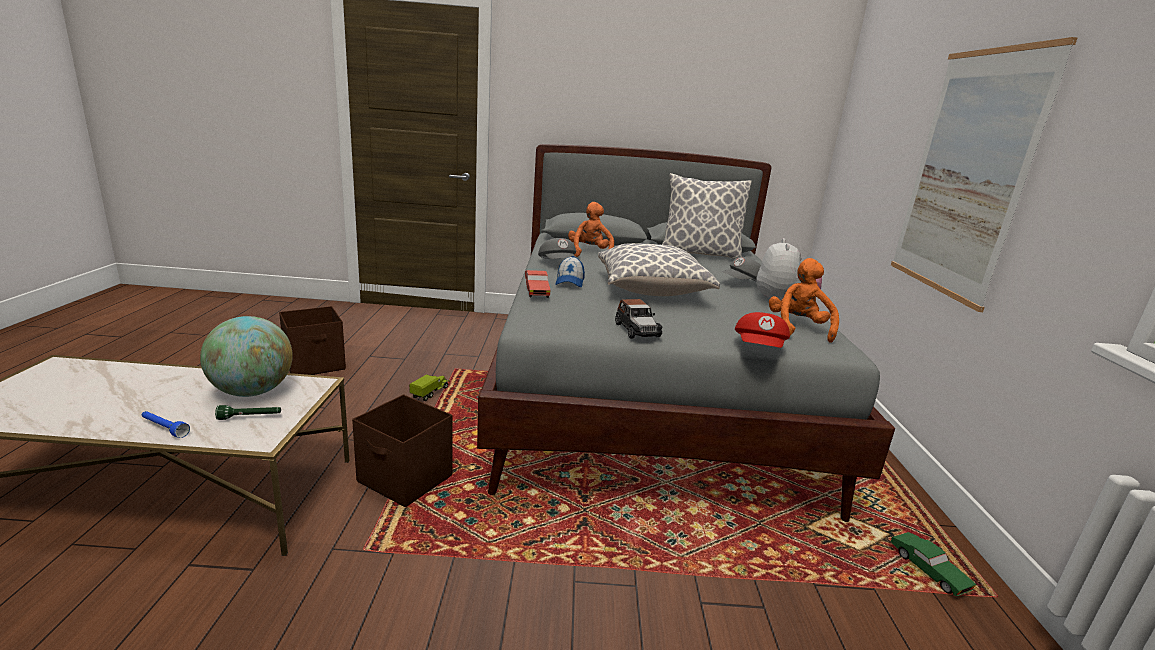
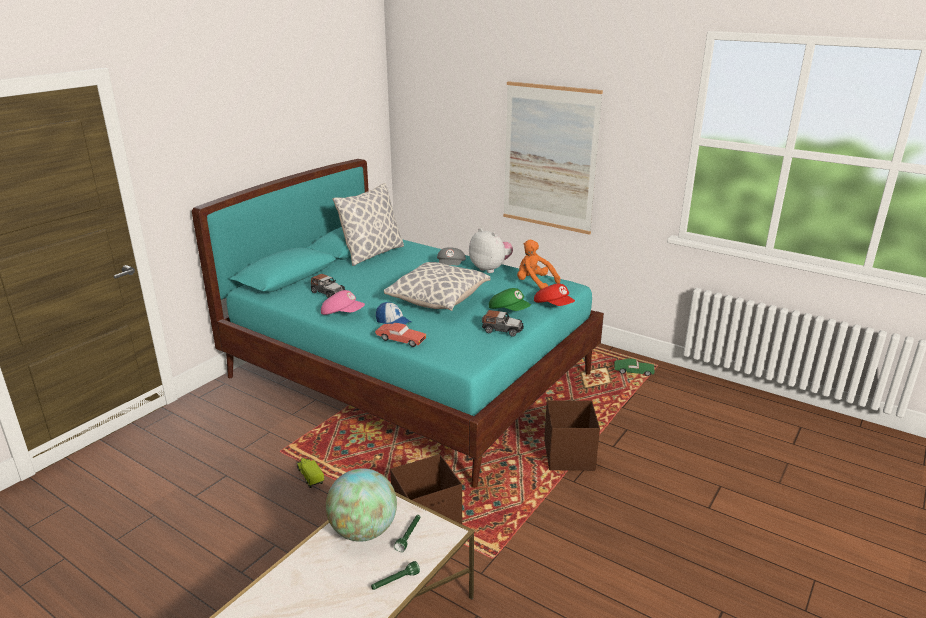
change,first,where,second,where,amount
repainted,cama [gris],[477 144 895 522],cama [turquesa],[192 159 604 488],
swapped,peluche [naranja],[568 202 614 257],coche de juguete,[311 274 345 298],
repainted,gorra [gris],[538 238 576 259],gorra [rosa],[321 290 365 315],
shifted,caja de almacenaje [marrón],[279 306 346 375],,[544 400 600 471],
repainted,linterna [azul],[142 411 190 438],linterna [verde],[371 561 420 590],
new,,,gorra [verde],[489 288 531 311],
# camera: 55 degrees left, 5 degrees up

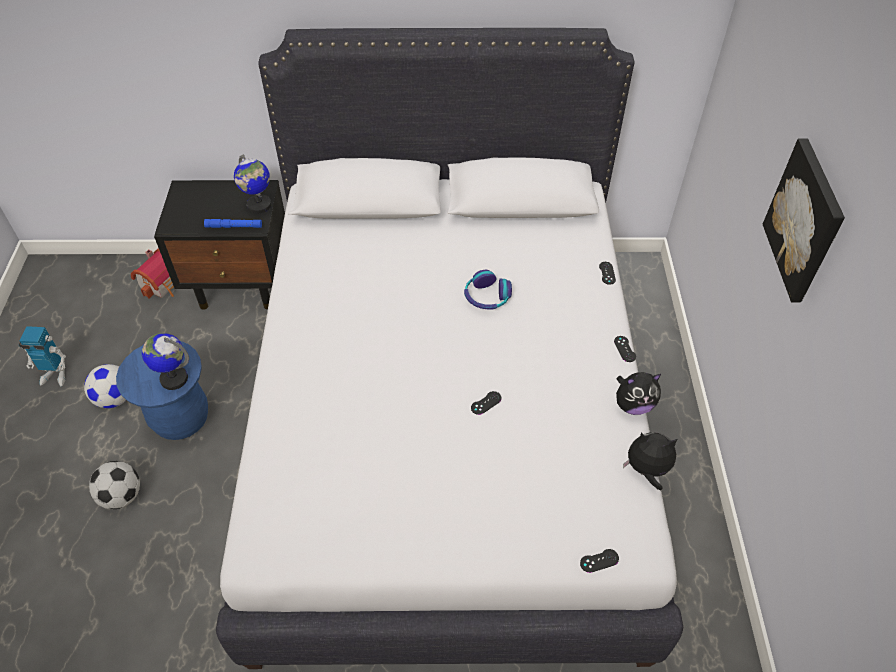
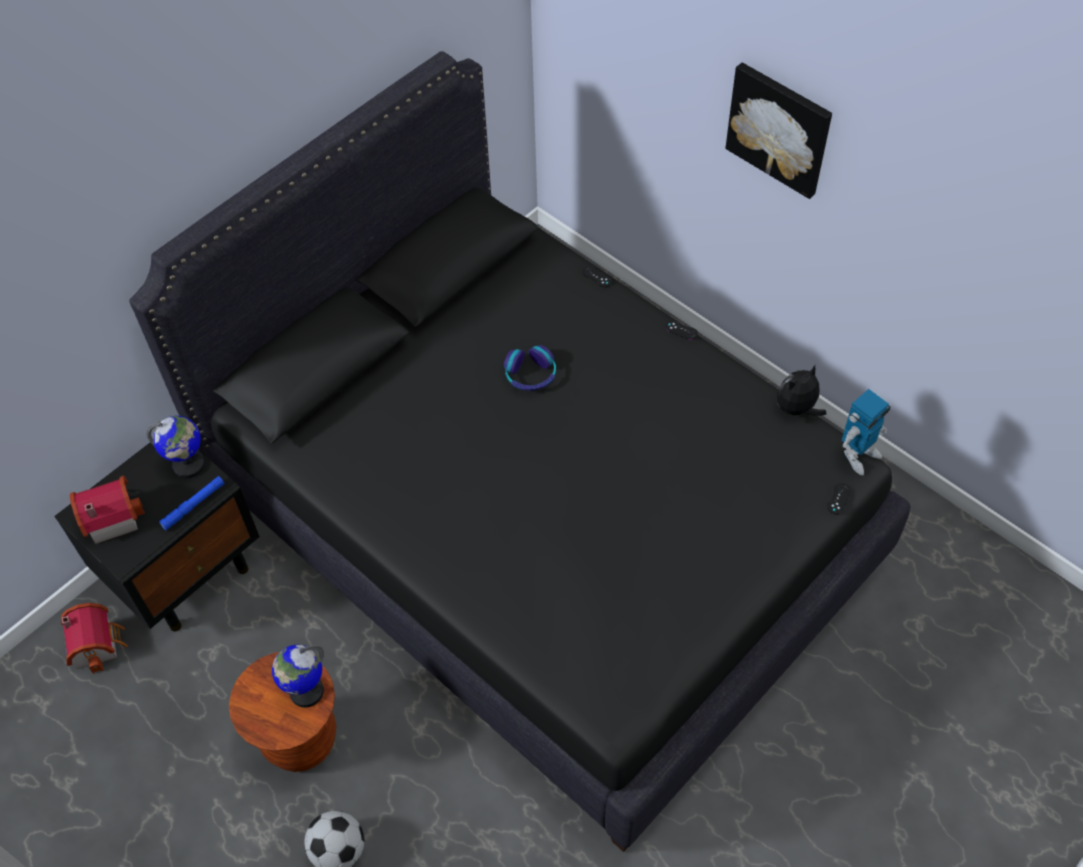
change,first,where,second,where,amount
repainted,cama [blanco],[216 28 683 669],cama [negro],[129 51 911 852],
shifted,robot de juguete,[19 326 66 386],,[842 389 891 475],
repainted,taburete [azul],[116 341 208 440],taburete [marrón],[229 652 336 772],
gone,balón de fútbol,[84 364 126 408],,,
gone,peluche,[616 372 661 415],,,
gone,mando de consola [negro],[471 391 502 415],,,
new,,,casita,[69 476 145 544],
# camera: 45 degrees left, 5 degrees up

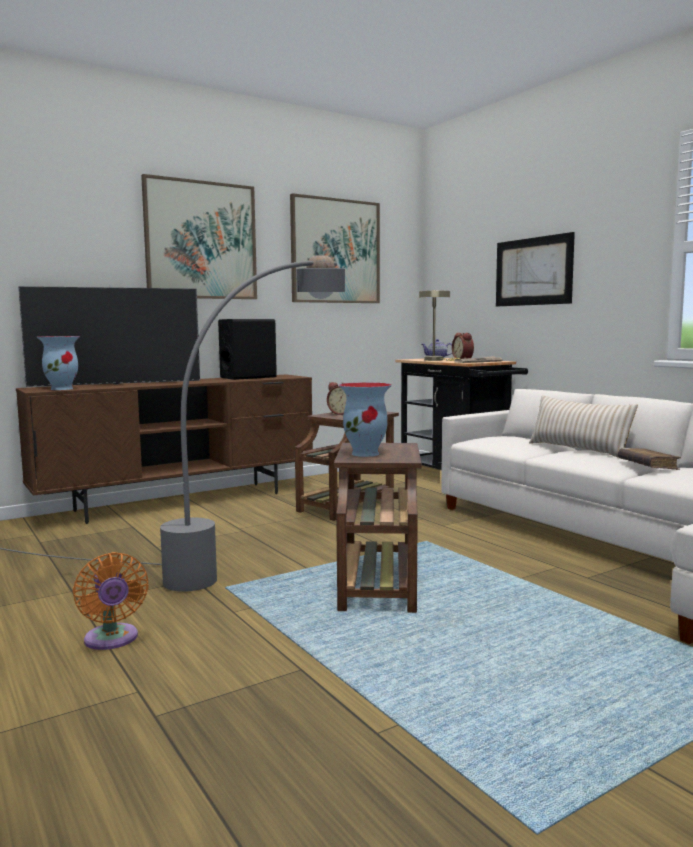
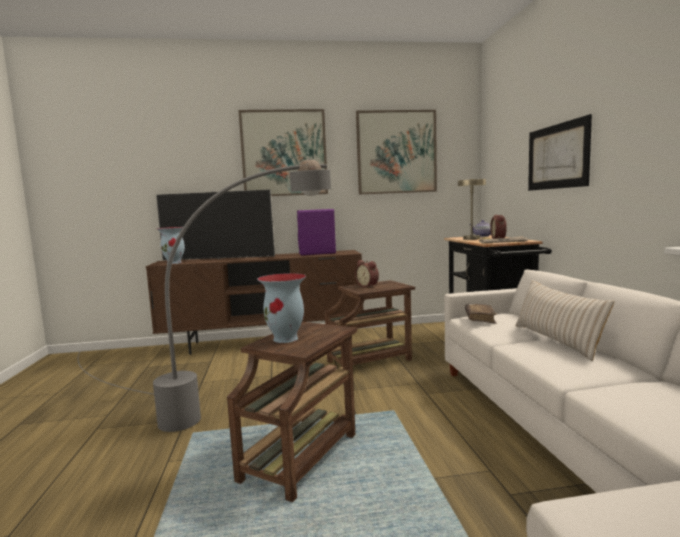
change,first,where,second,where,amount
repainted,altavoz [negro],[218 319 277 380],altavoz [morado],[297 209 336 255],
shifted,libro [marrón],[618 448 681 470],,[465 304 497 324],
gone,ventilador [naranja],[73 552 149 650],,,
# camera: 25 degrees right, 0 degrees up

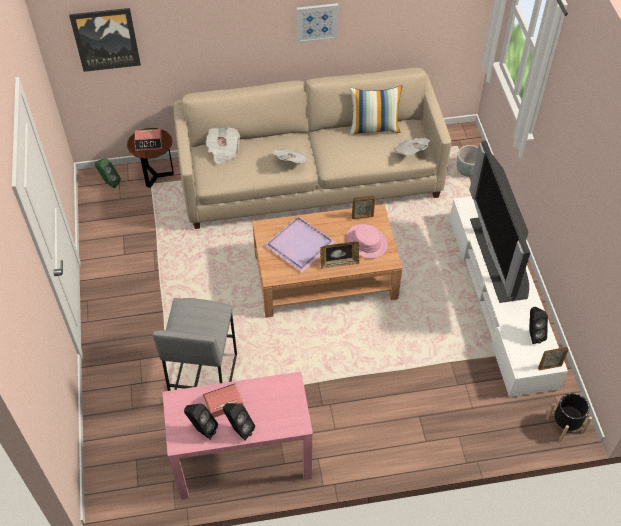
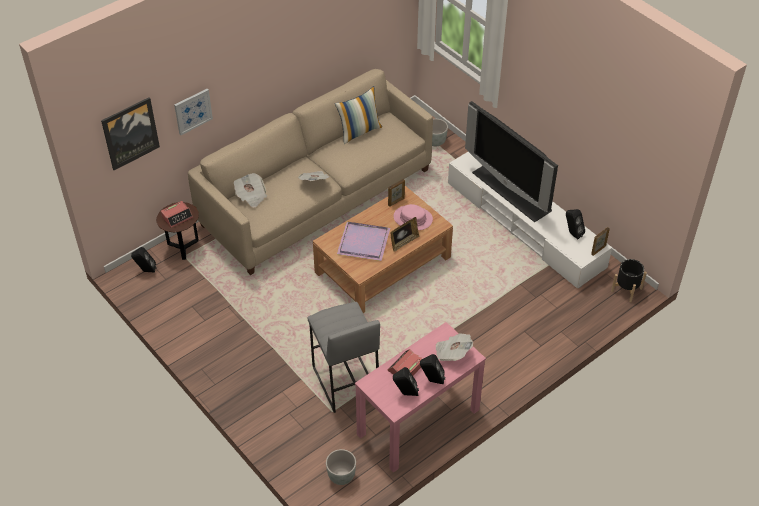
change,first,where,second,where,amount
shifted,cuadro,[296 3 339 43],,[174 89 213 135],
shifted,periódico,[393 138 430 155],,[436 333 473 361],
repainted,altavoz [verde],[95 158 121 188],altavoz [negro],[131 247 157 273],
new,,,maceta [gris],[326 449 356 485],
# camera: 30 degrees left, 5 degrees down

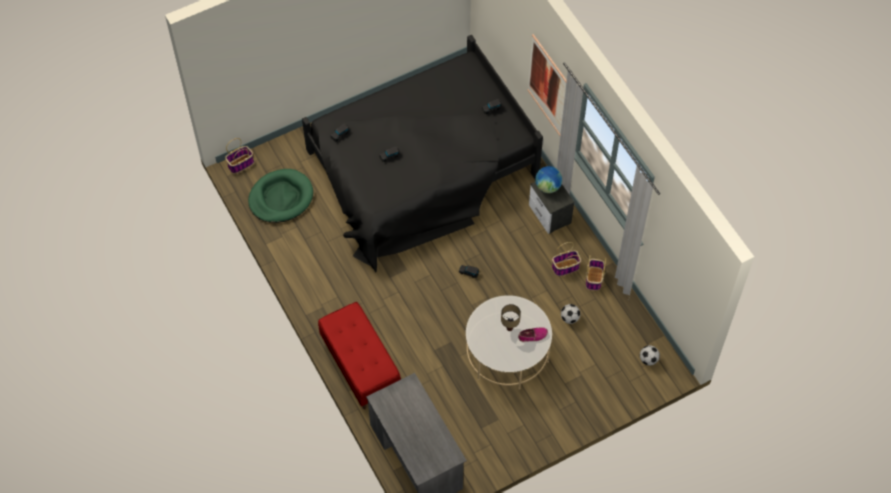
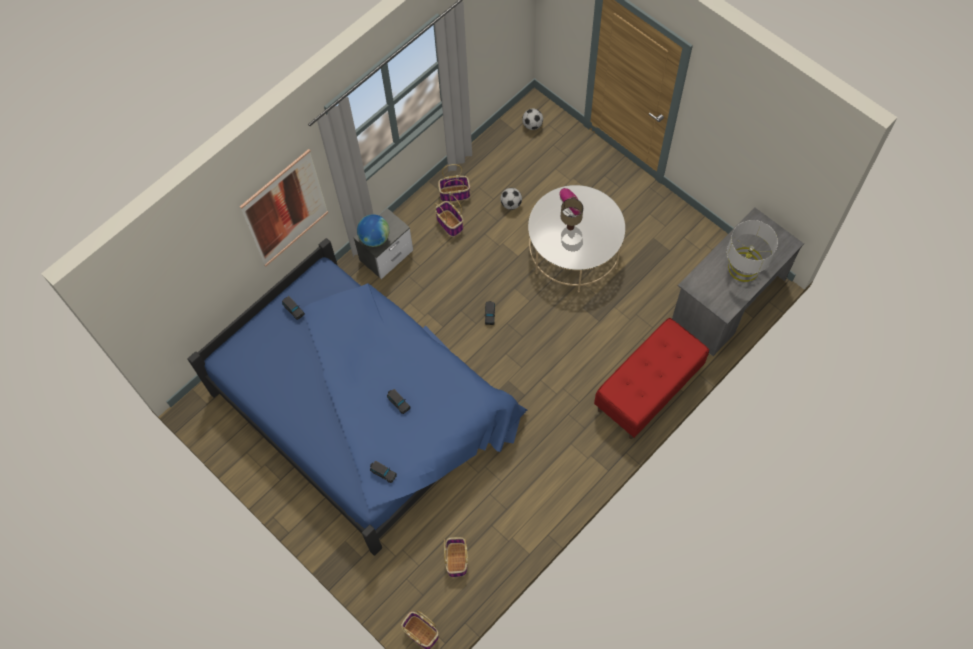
change,first,where,second,where,amount
repainted,cama [negro],[302 35 543 273],cama [azul],[188 238 528 556],
swapped,cama para perro [verde],[248 169 313 223],cesta,[444 537 468 577],
new,,,lámpara de mesa [gris],[727 220 778 282],
# camera: 105 degrees left, 5 degrees up

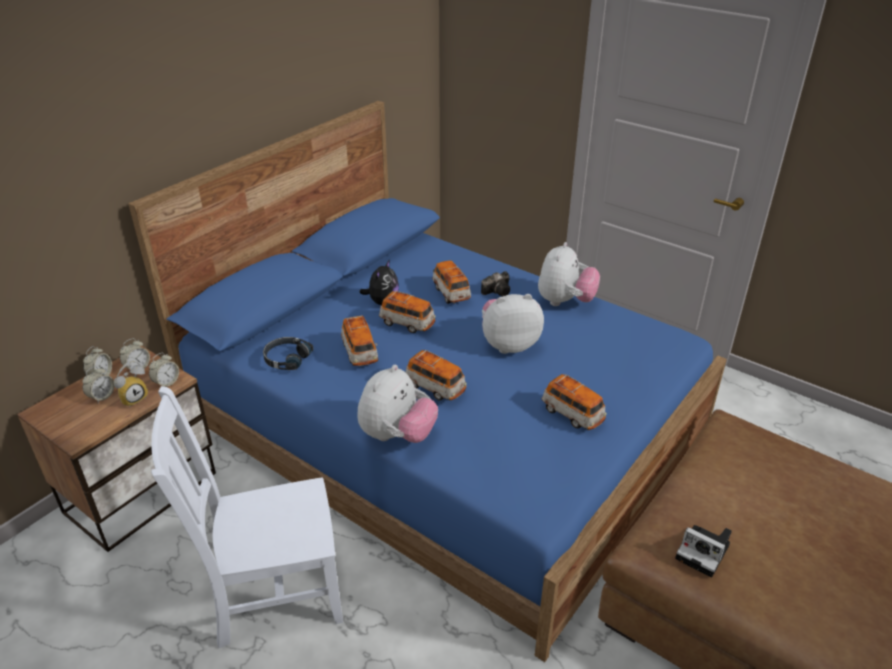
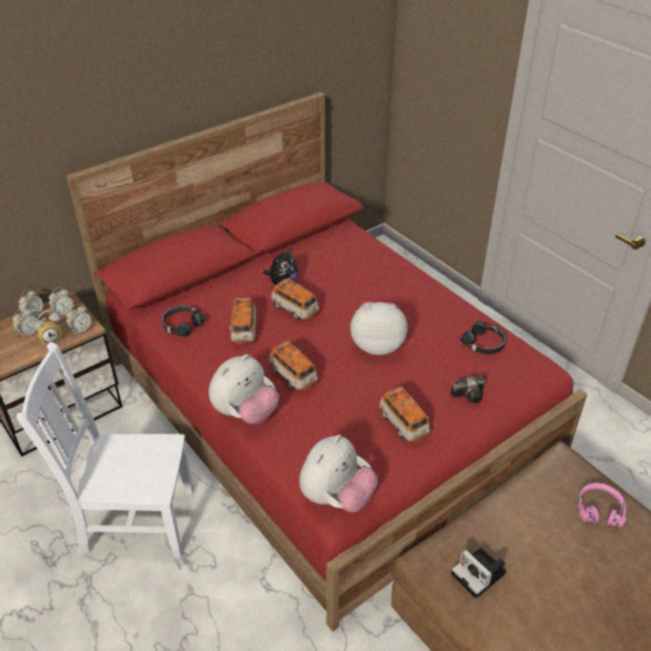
change,first,where,second,where,amount
repainted,cama [azul],[128 101 727 662],cama [rojo],[66 92 587 632],
shifted,peluche,[538 242 600 306],,[299 435 378 513],
gone,coche de juguete,[432 261 471 304],,,
shifted,cámara,[481 271 510 297],,[451 375 485 404],
new,,,auriculares [negro],[461 321 506 354],
new,,,auriculares [rosa],[578 483 626 527],
# camera: 15 degrees right, 5 degrees up

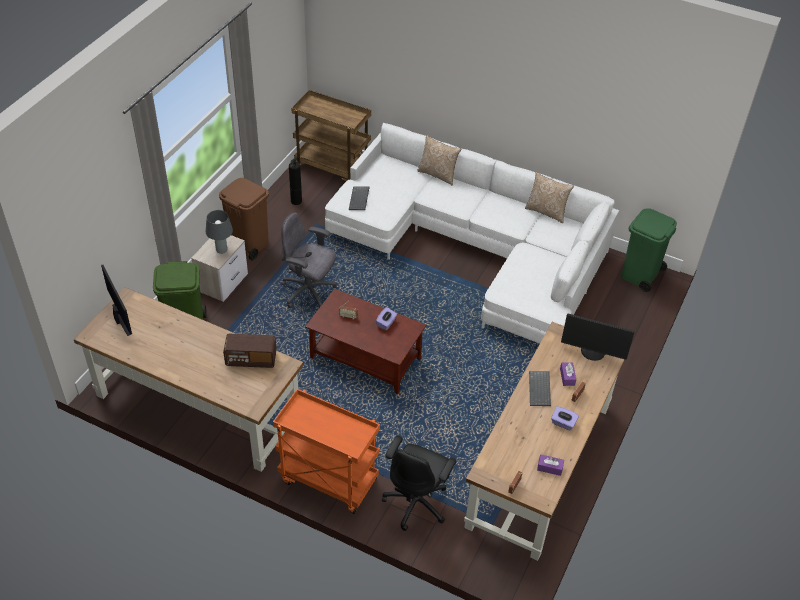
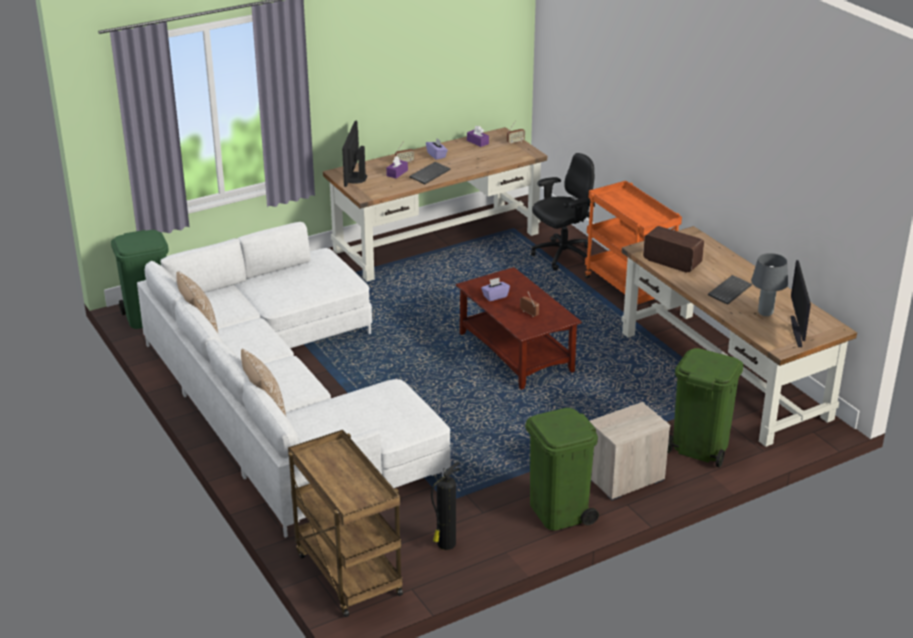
change,first,where,second,where,amount
repainted,papelera [marrón],[219 178 269 260],papelera [verde],[525 408 599 531],
shifted,teclado,[349 186 369 210],,[708 275 752 305],
shifted,lámpara de mesa [gris],[206 210 233 254],,[751 253 788 316],
gone,silla de oficina [gris],[281 212 337 308],,,
rotated,monitor,[561 314 635 361],,[342 120 367 187],135 degrees counterclockwise
# camera: 145 degrees left, 15 degrees down

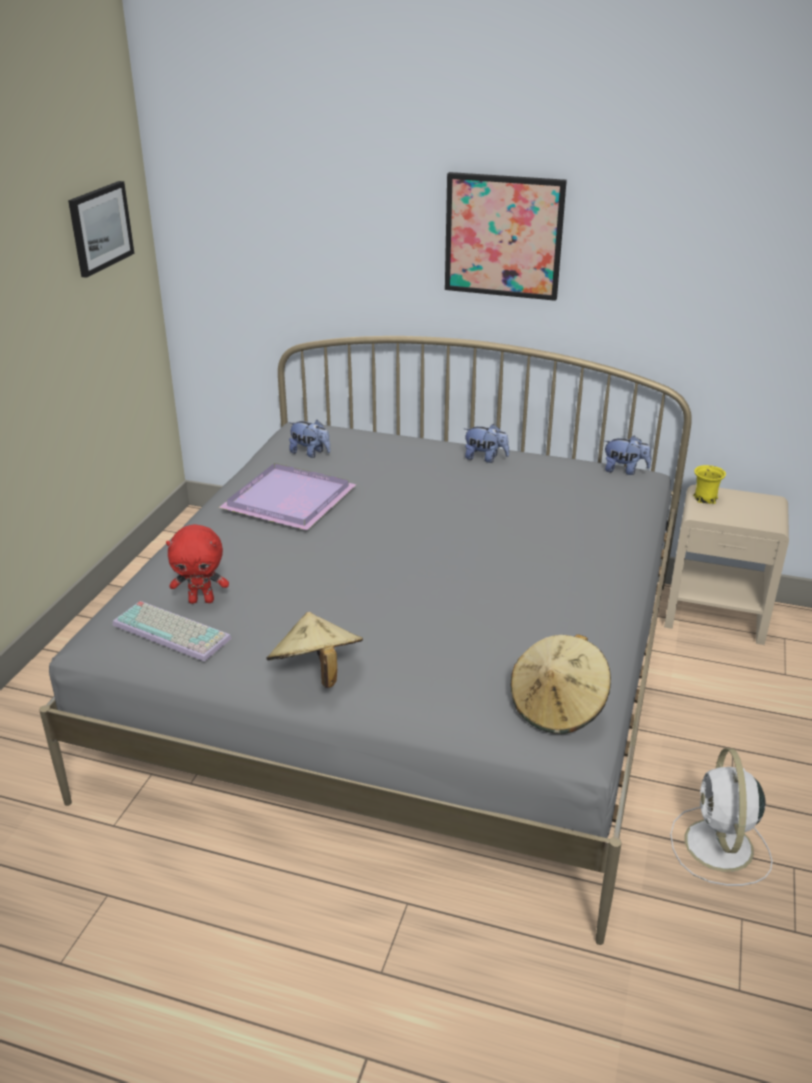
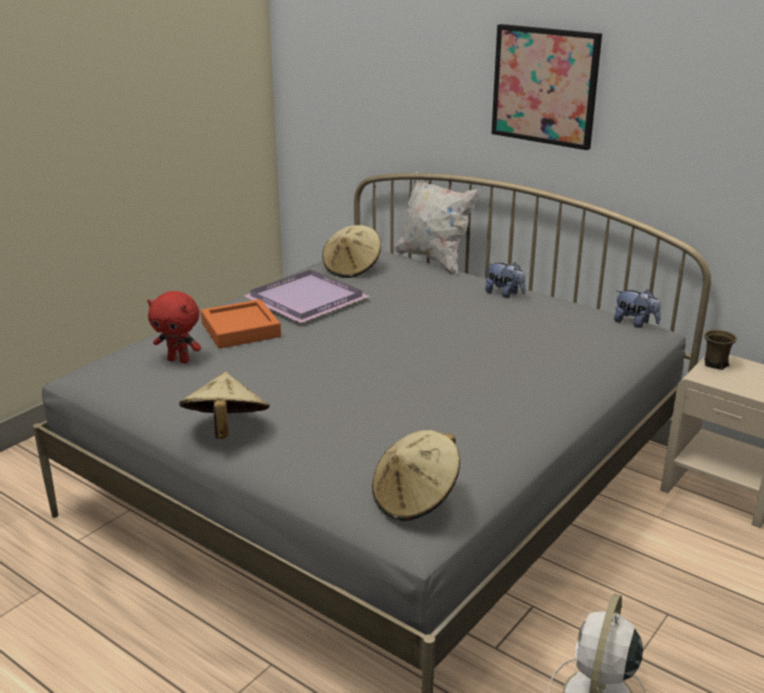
change,first,where,second,where,amount
gone,cuadro,[68 181 134 278],,,
swapped,peluche,[289 420 331 458],sombrero [beis],[322 225 381 278],
repainted,taza grande [amarillo],[693 465 726 504],taza grande [marrón],[704 329 737 370],
gone,teclado,[113 601 232 662],,,
new,,,cojín [blanco],[394 171 480 276],
new,,,bandeja [naranja],[201 299 281 349],
# camera: 20 degrees right, 5 degrees down

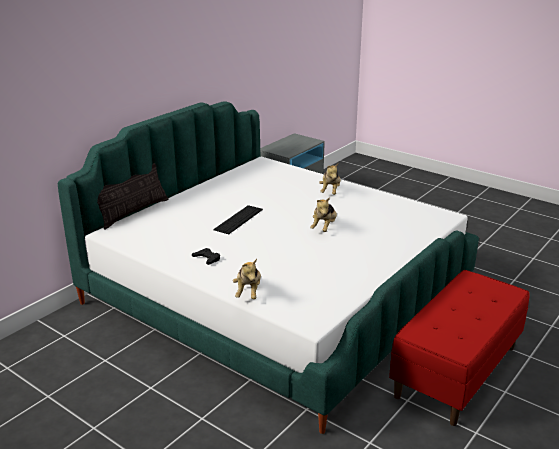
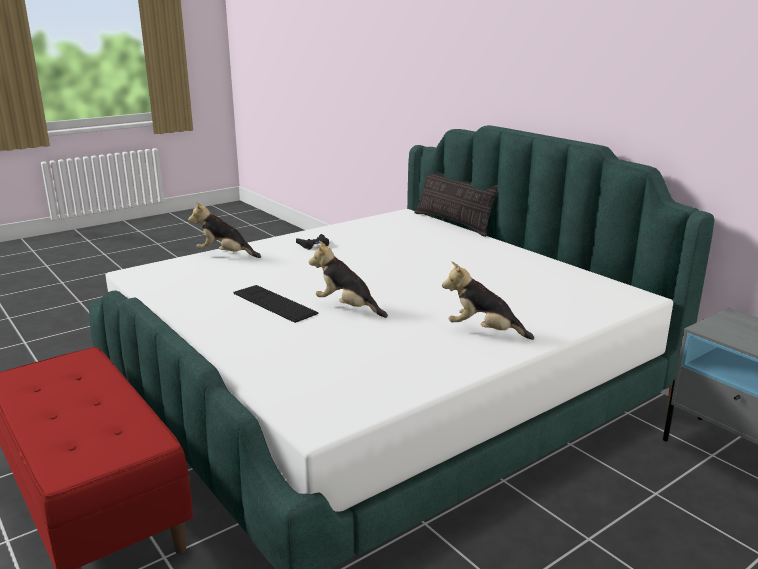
change,first,where,second,where,amount
shifted,teclado,[213 205 263 234],,[233 285 318 323],
# camera: 105 degrees right, 5 degrees down

